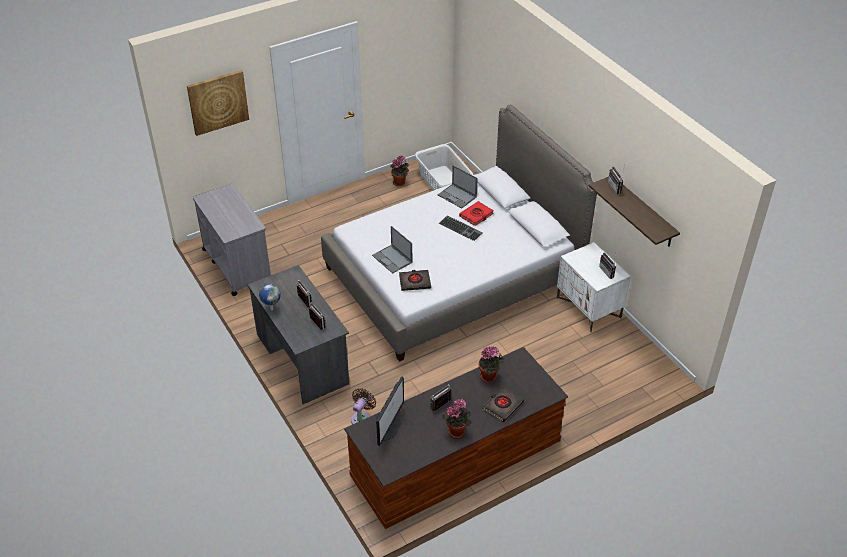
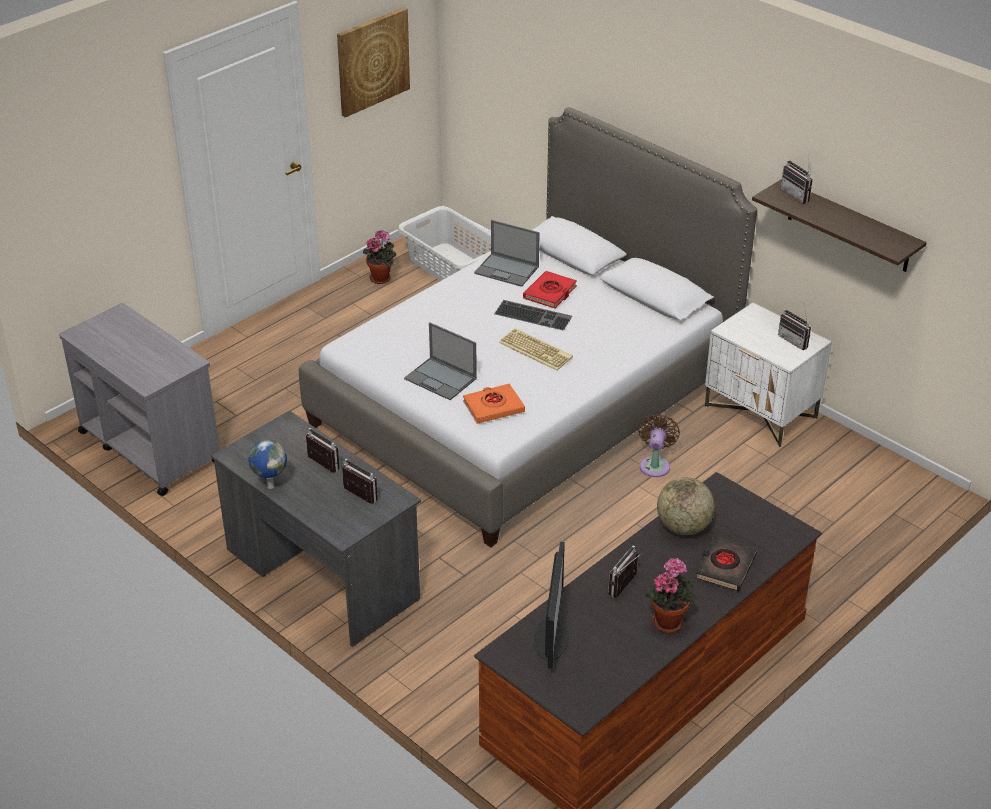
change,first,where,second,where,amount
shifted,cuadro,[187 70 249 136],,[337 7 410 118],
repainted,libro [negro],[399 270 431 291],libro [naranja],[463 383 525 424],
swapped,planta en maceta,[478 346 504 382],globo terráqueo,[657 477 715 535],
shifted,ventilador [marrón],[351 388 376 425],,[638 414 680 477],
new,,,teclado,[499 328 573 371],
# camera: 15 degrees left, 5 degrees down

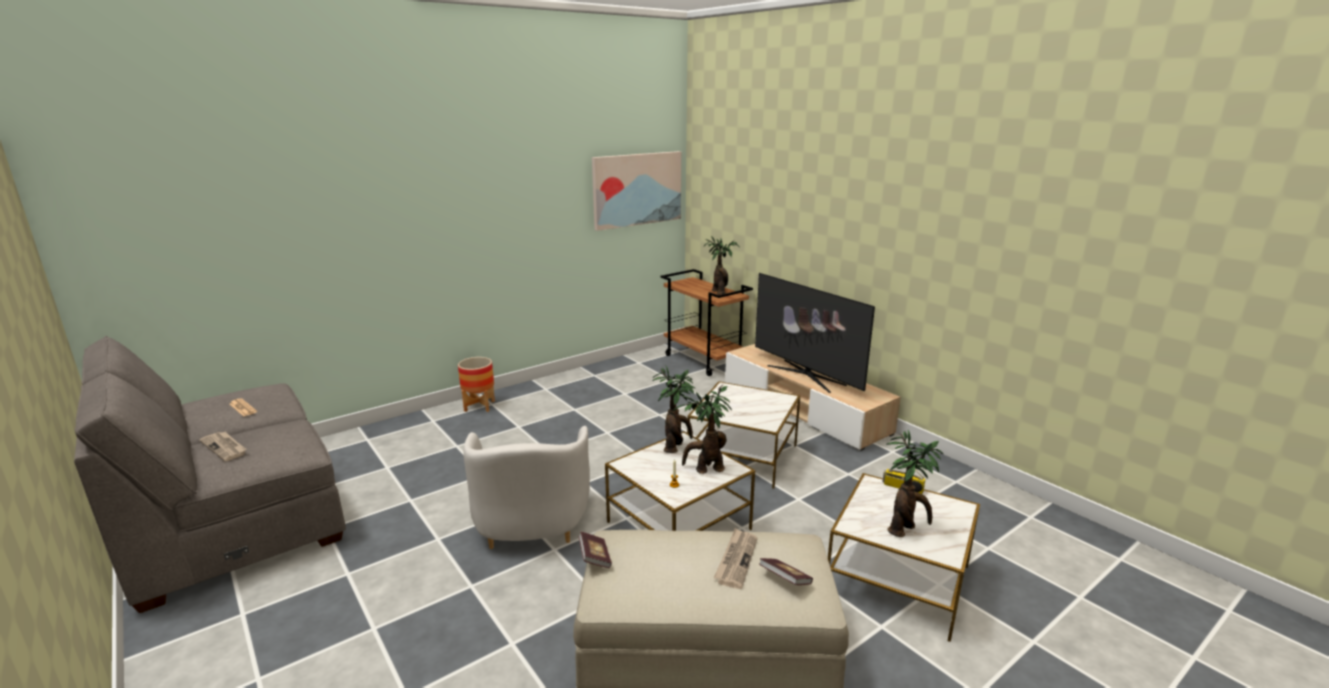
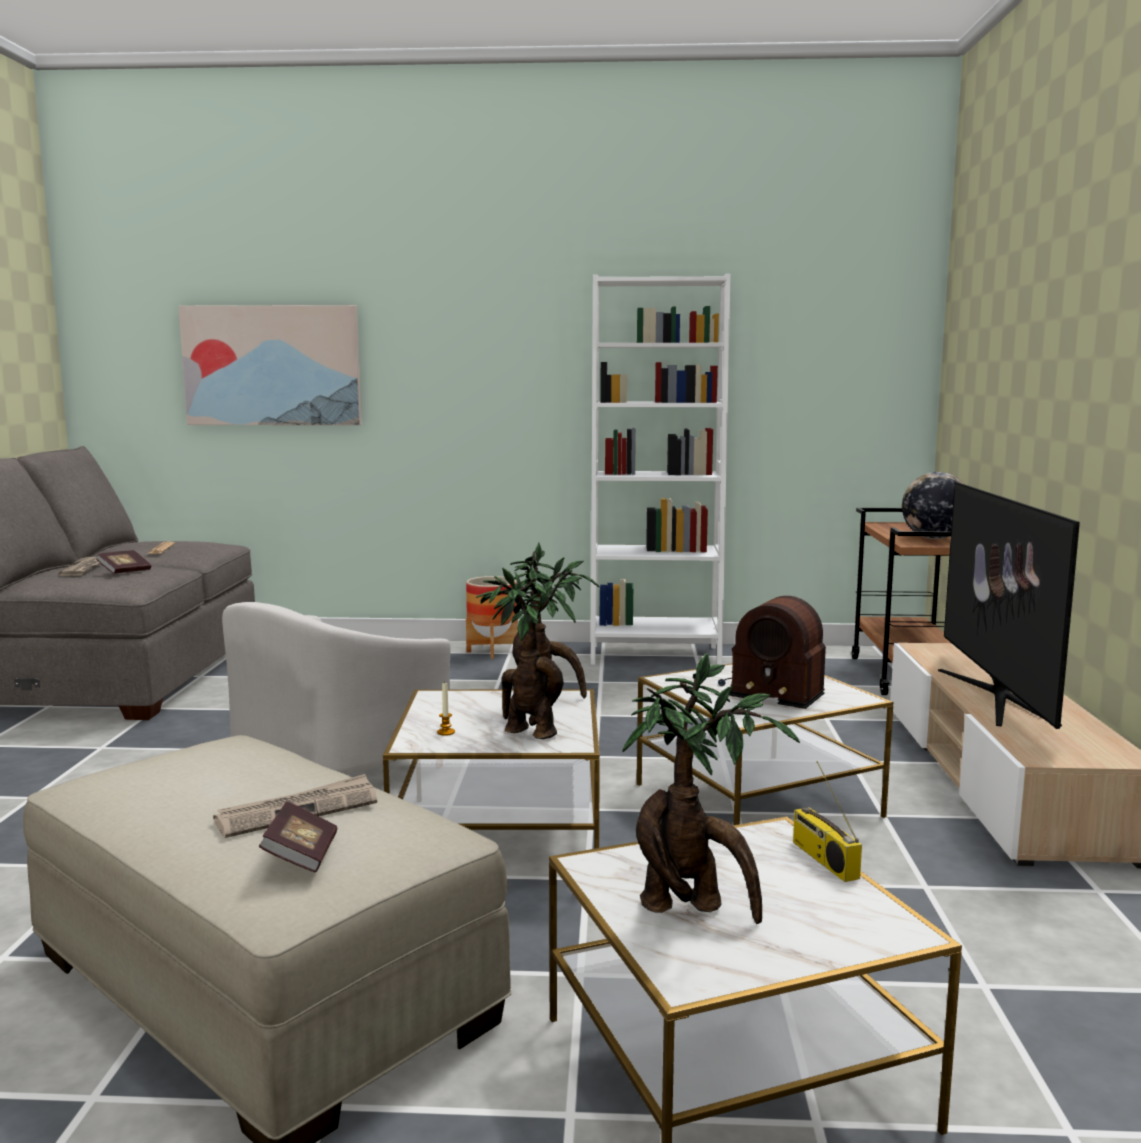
change,first,where,second,where,amount
shifted,cuadro,[592 151 681 231],,[178 305 362 425],
swapped,planta en maceta,[703 236 739 294],globo terráqueo,[902 472 964 539],
shifted,libro,[579 531 612 568],,[96 550 151 574],
new,,,estantería [blanco],[591 274 730 665],
new,,,radio,[718 596 826 709],
# camera: 40 degrees right, 10 degrees down

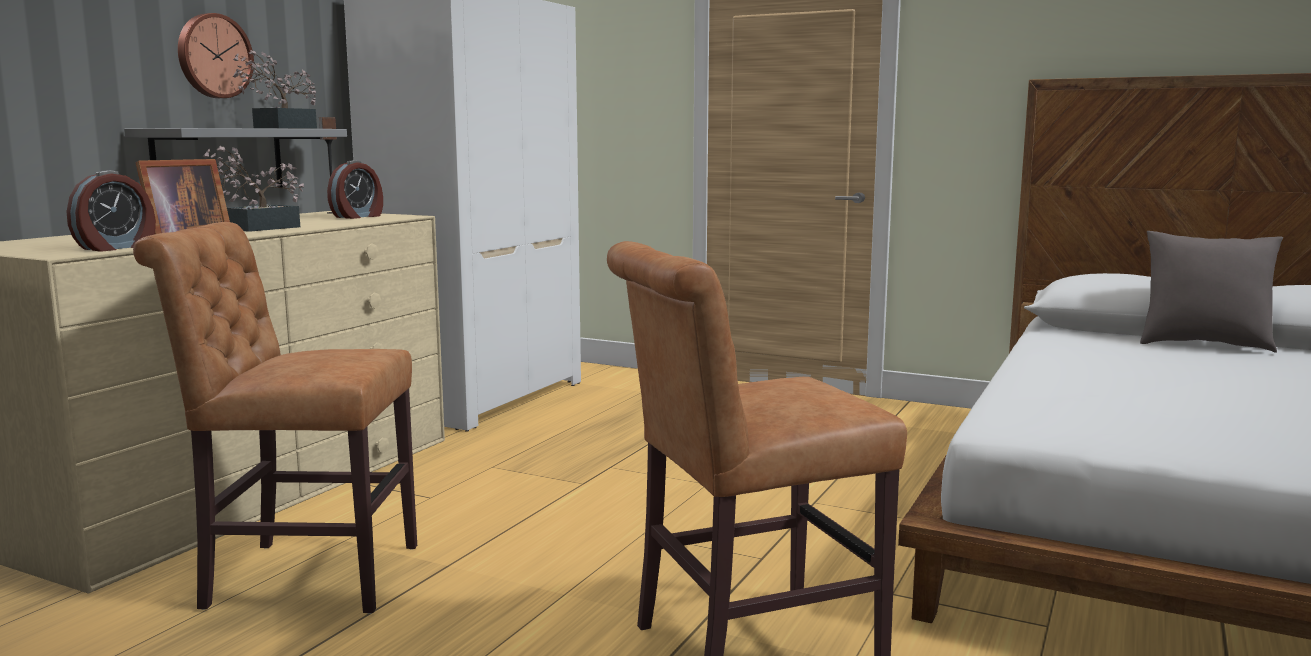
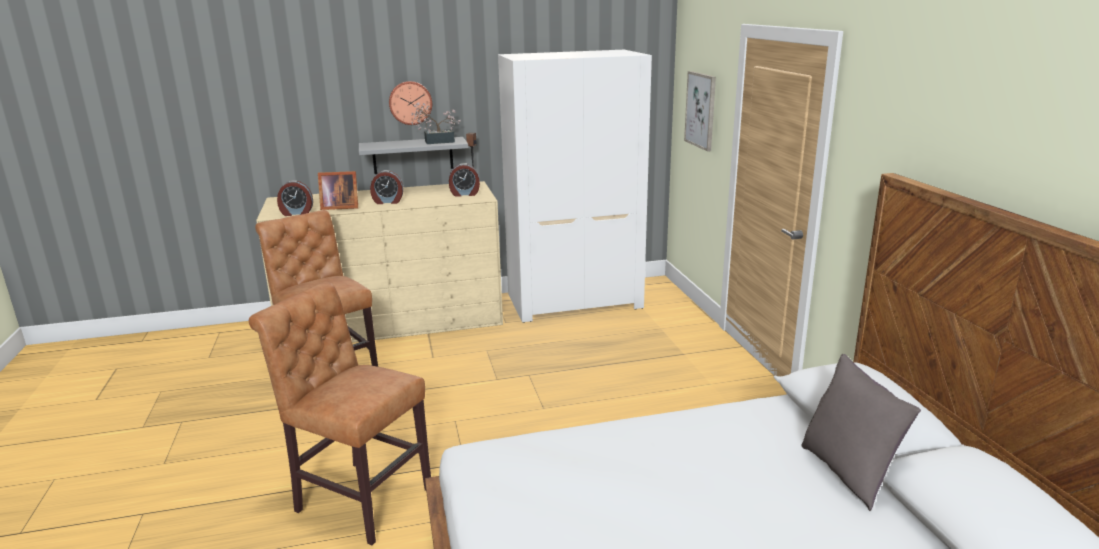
change,first,where,second,where,amount
swapped,planta en maceta,[203 145 304 232],despertador,[370 170 404 204],
new,,,cuadro,[684 71 716 152],
# camera: 50 degrees right, 10 degrees up

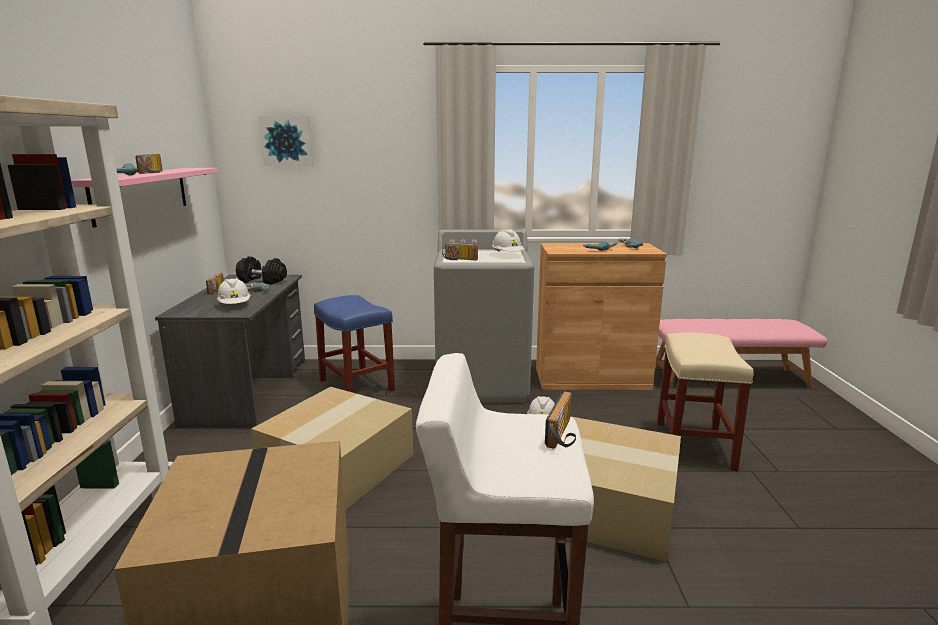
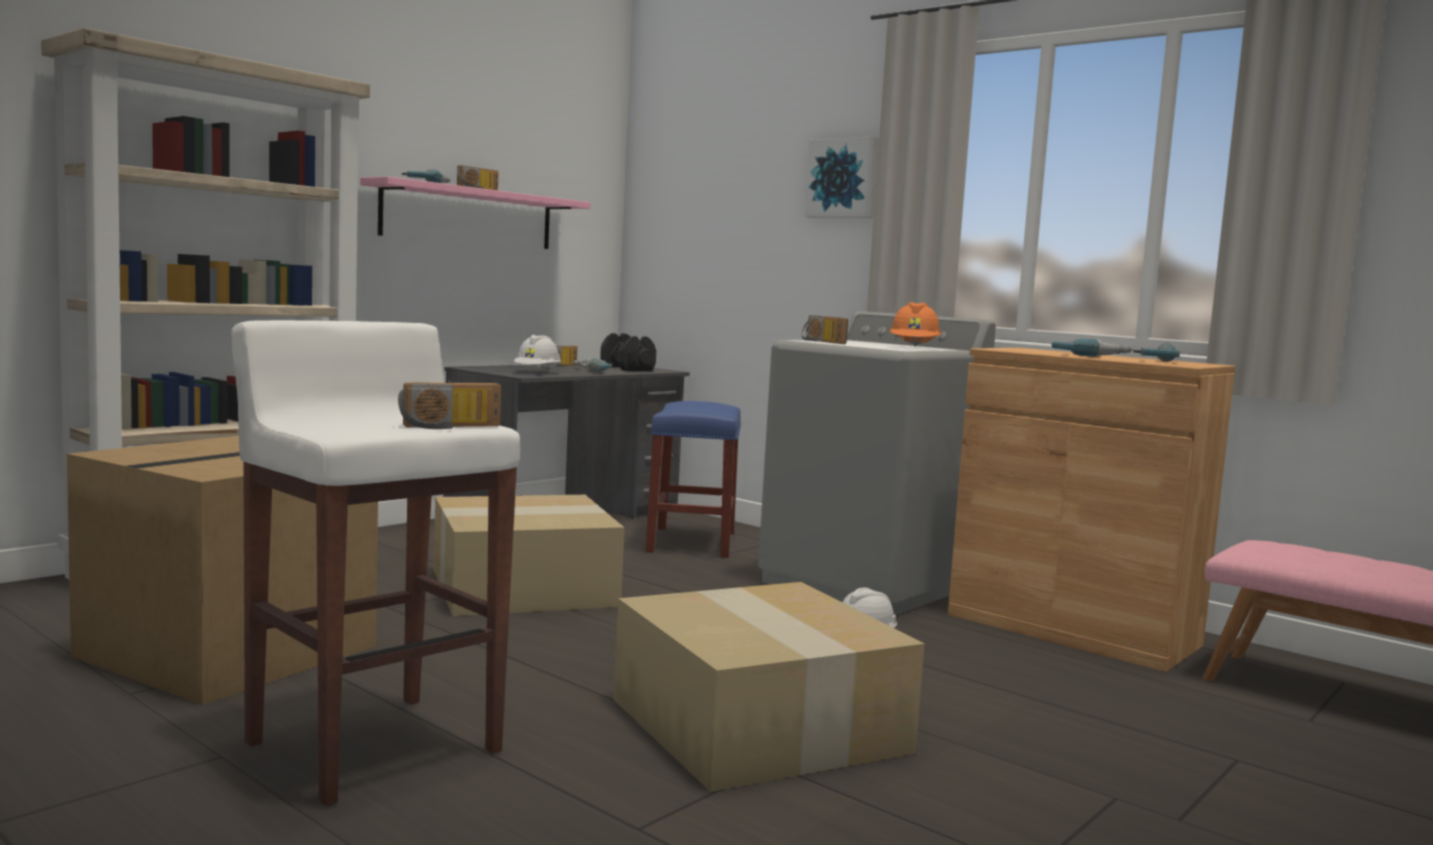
change,first,where,second,where,amount
shifted,cuadro,[259 116 313 166],,[804 136 879 218],
repainted,casco [blanco],[492 229 525 252],casco [naranja],[889 302 941 347],
gone,taburete [beis],[657 333 753 471],,,
# camera: 40 degrees right, 10 degrees down

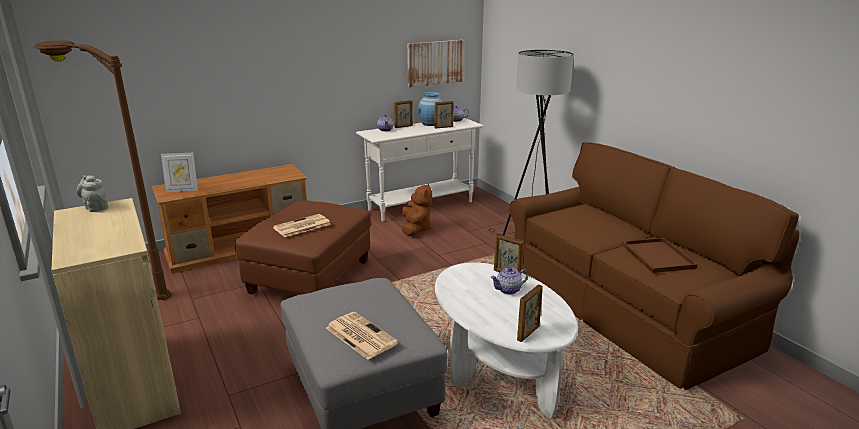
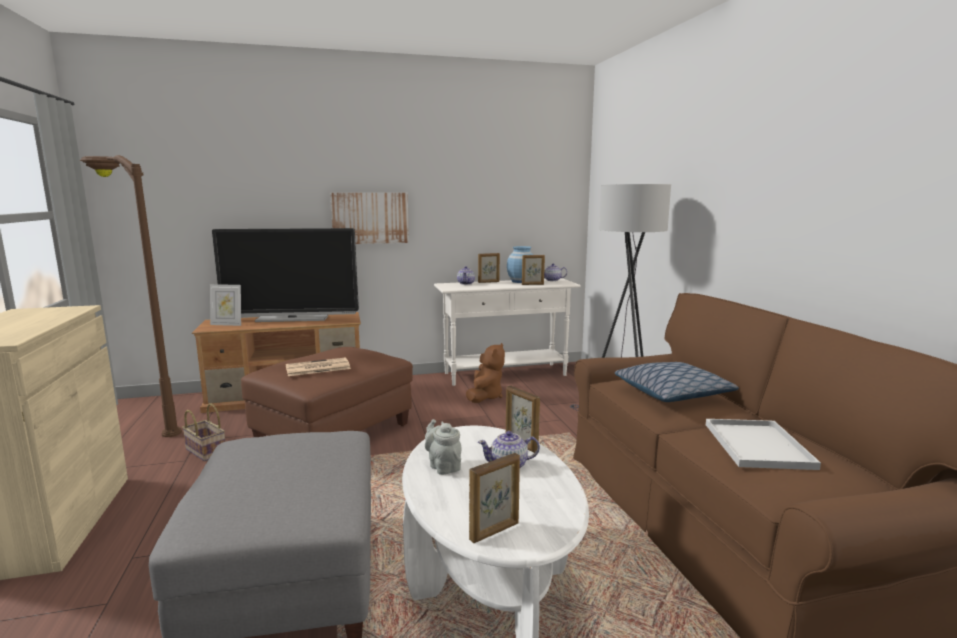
change,first,where,second,where,amount
shifted,cuadro,[407 40 464 87],,[330 193 409 244],
shifted,tetera [gris],[77 175 108 212],,[425 419 462 475],
repainted,bandeja [marrón],[622 238 698 273],bandeja [blanco],[706 419 821 470],
gone,periódico,[326 312 399 360],,,
new,,,televisor,[212 228 359 322],
new,,,cojín,[615 362 739 402],
new,,,cesta,[182 403 225 462],
# camera: 15 degrees right, 10 degrees down

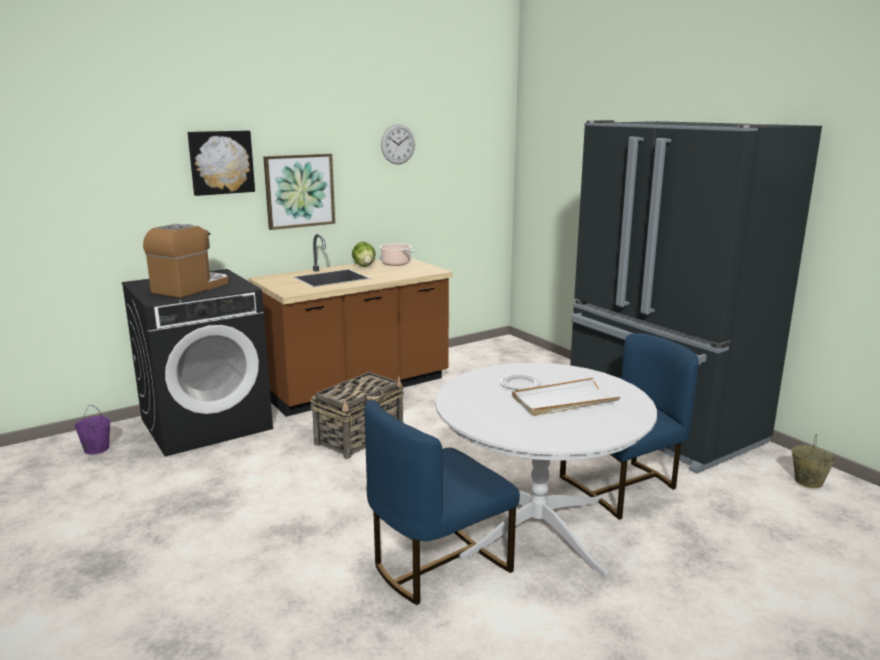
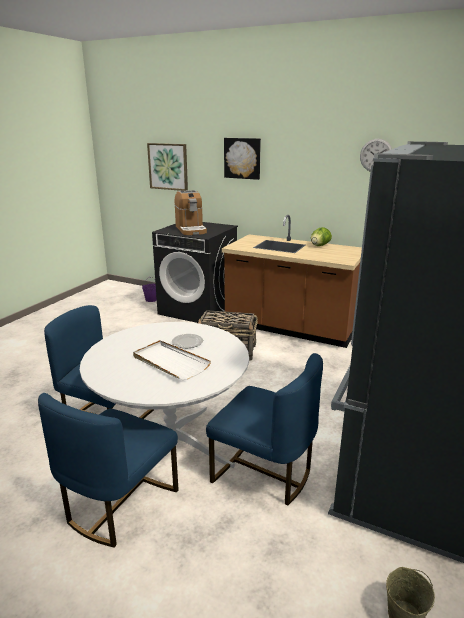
change,first,where,second,where,amount
shifted,cuadro,[263 154 335 230],,[147 143 188 191],
rotated,cafetera,[143 224 229 298],,[175 190 207 235],75 degrees clockwise
gone,olla,[380 243 415 266],,,
new,,,silla [azul],[38 393 178 548],
# camera: 60 degrees right, 5 degrees up

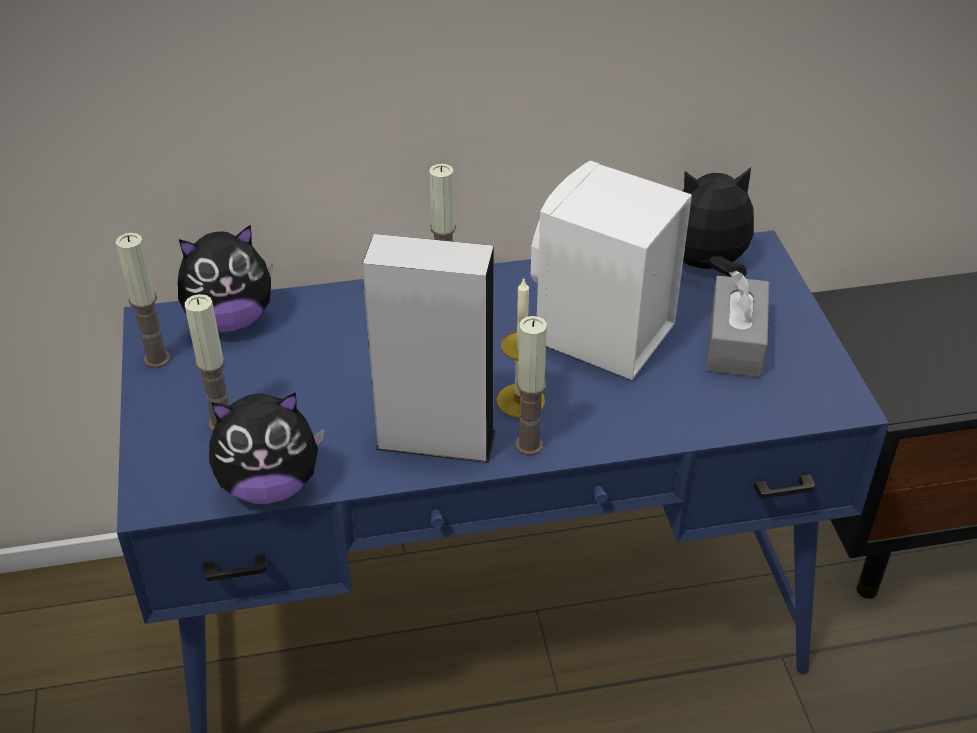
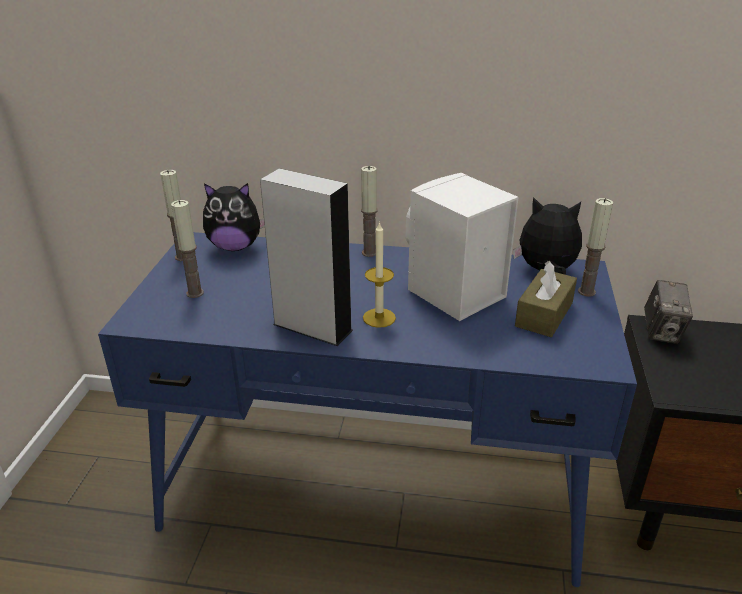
change,first,where,second,where,amount
repainted,caja de pañuelos [gris],[707 271 769 377],caja de pañuelos [marrón],[515 261 577 337],
shifted,vela,[515 316 547 455],,[578 198 613 297],
gone,peluche,[209 392 325 504],,,
new,,,cámara,[644 280 693 344],
# camera: 20 degrees right, 10 degrees down

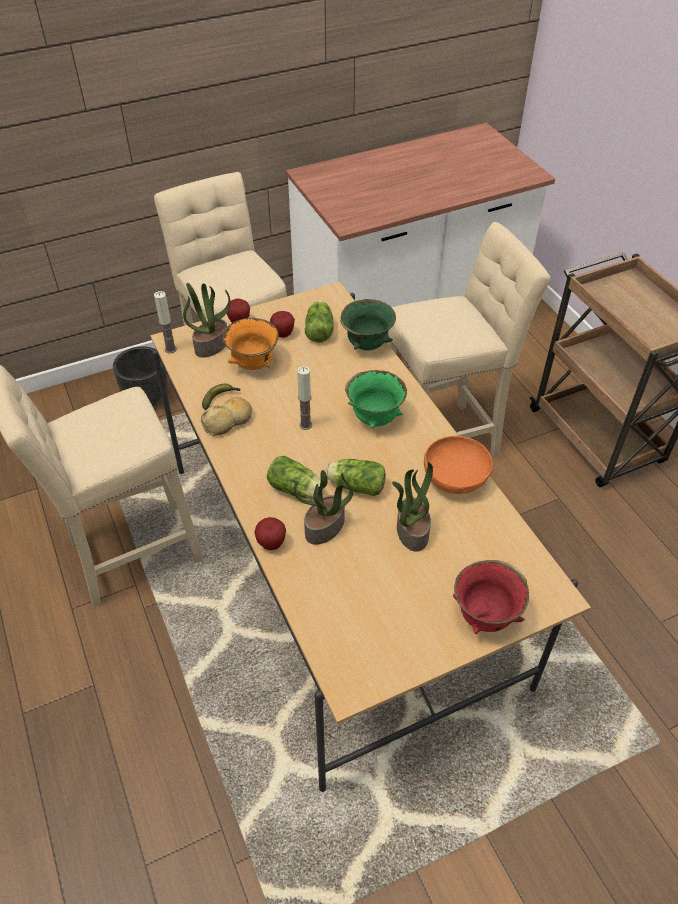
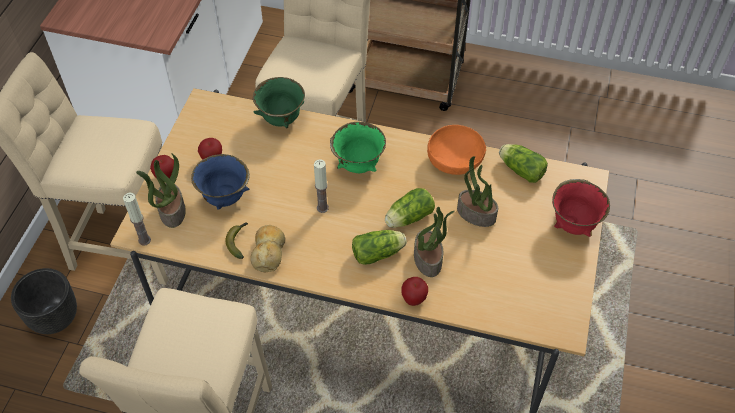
change,first,where,second,where,amount
shifted,lechuga,[305 300 334 343],,[499 144 548 183],
repainted,cuenco [naranja],[223 318 279 370],cuenco [azul],[191 154 250 210],
# camera: 50 degrees left, 5 degrees up

